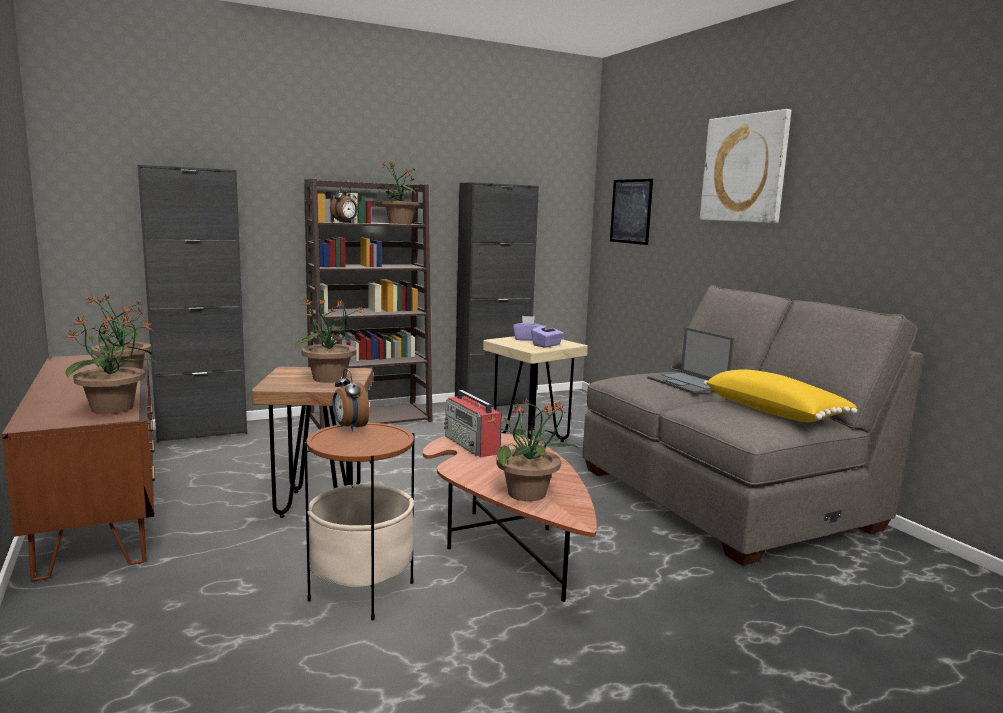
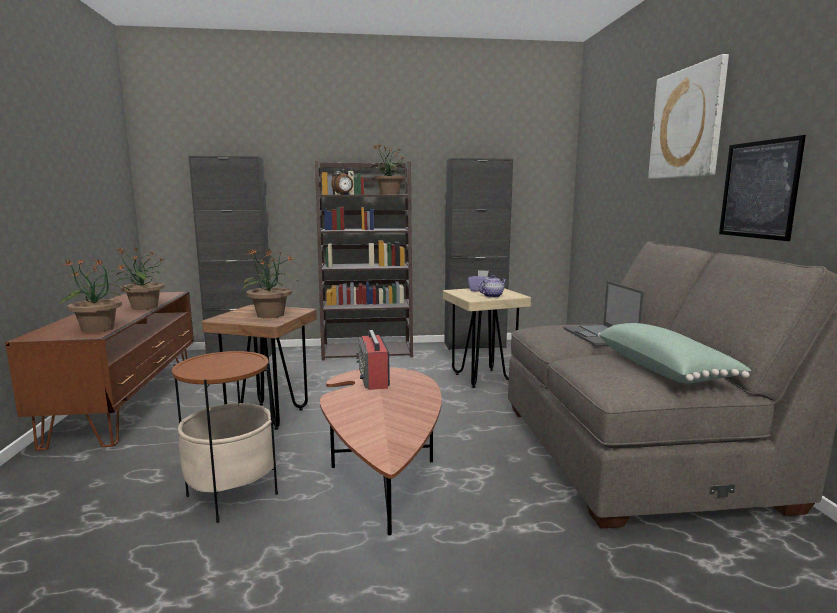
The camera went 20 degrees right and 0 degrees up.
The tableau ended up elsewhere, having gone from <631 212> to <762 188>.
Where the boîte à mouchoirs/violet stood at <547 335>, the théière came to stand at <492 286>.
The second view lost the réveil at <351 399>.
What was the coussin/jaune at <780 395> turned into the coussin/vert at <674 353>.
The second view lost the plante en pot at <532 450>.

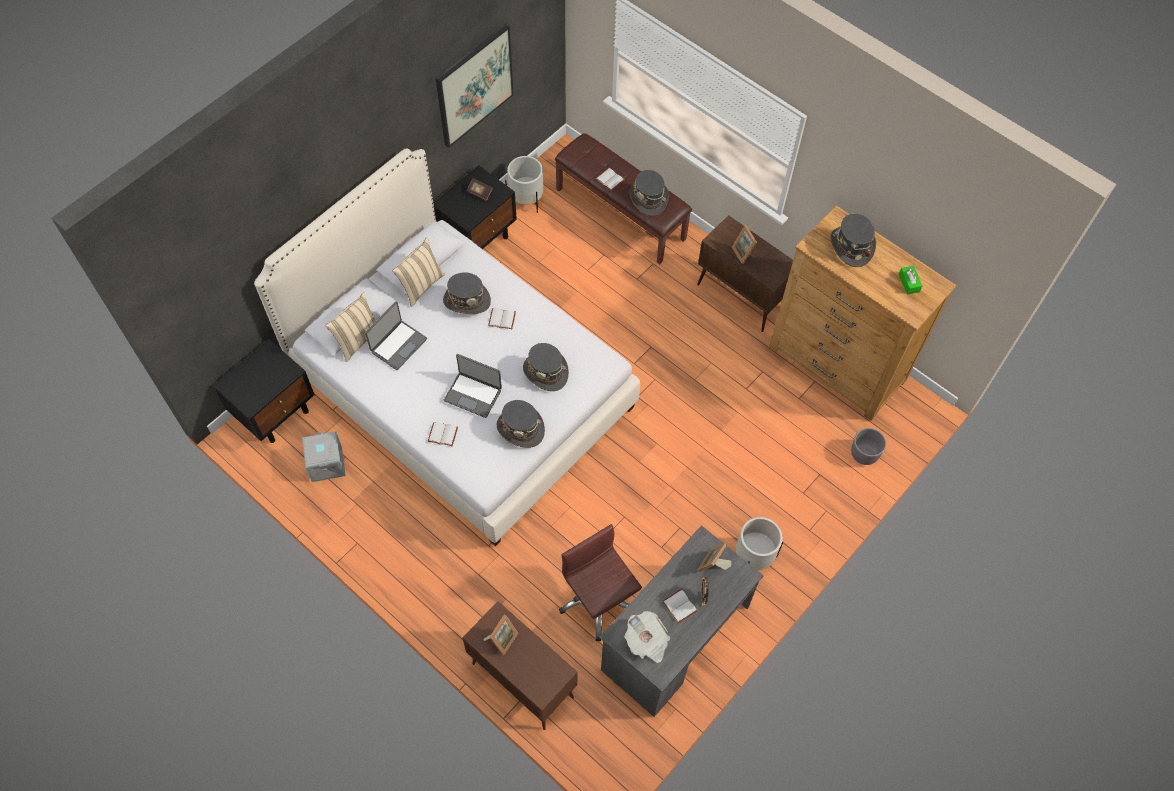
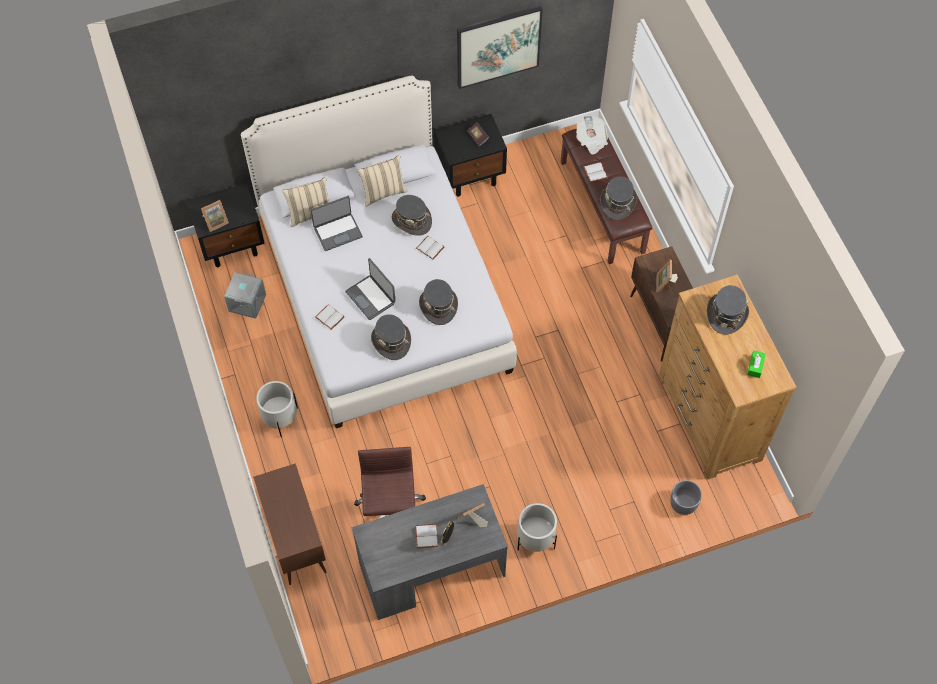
The camera went 30 degrees right and 0 degrees up.
The cache-pot/blanc ended up elsewhere, having gone from <524 184> to <277 409>.
The journal ended up elsewhere, having gone from <648 637> to <592 134>.
The cadre photo ended up elsewhere, having gone from <500 635> to <215 216>.

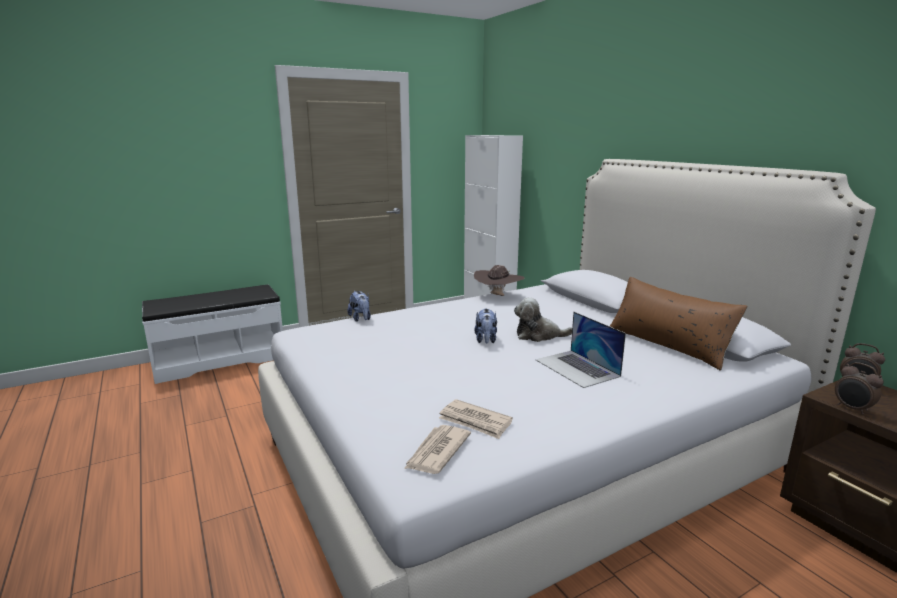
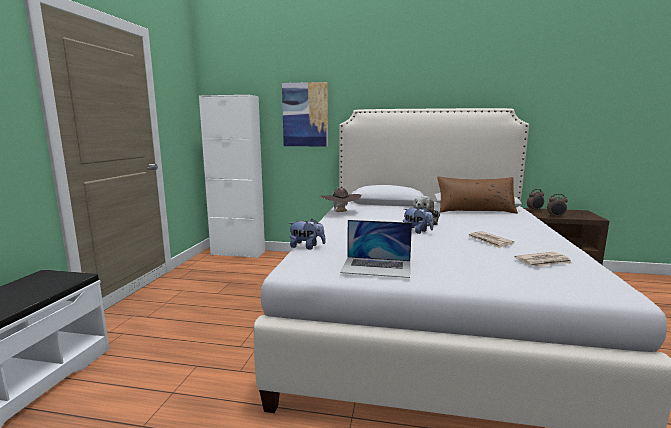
The camera went 50 degrees left and 5 degrees down.
The ordinateur portable ended up elsewhere, having gone from <581 350> to <376 249>.
The journal ended up elsewhere, having gone from <437 449> to <491 239>.
The second view gained the tableau at <305 114>.

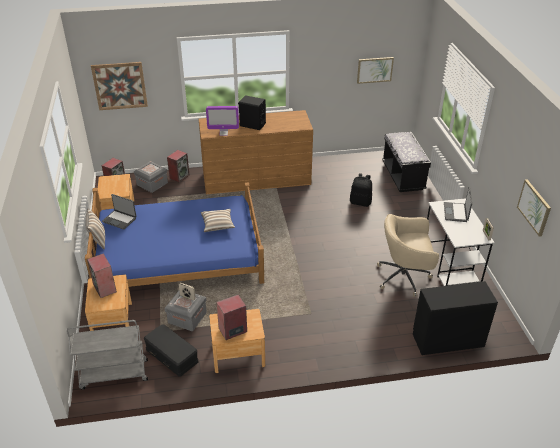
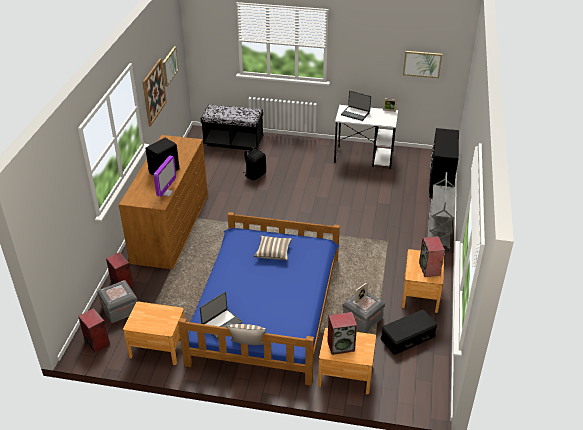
The camera went 70 degrees left and 0 degrees up.
The tableau ended up elsewhere, having gone from <119 86> to <155 93>.
The second view lost the chaise de bureau/beige at <408 255>.
The chariot/gris ended up elsewhere, having gone from <107 355> to <441 211>.

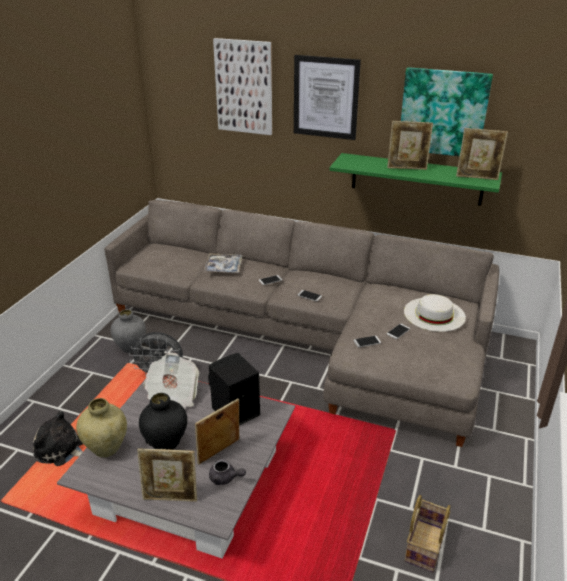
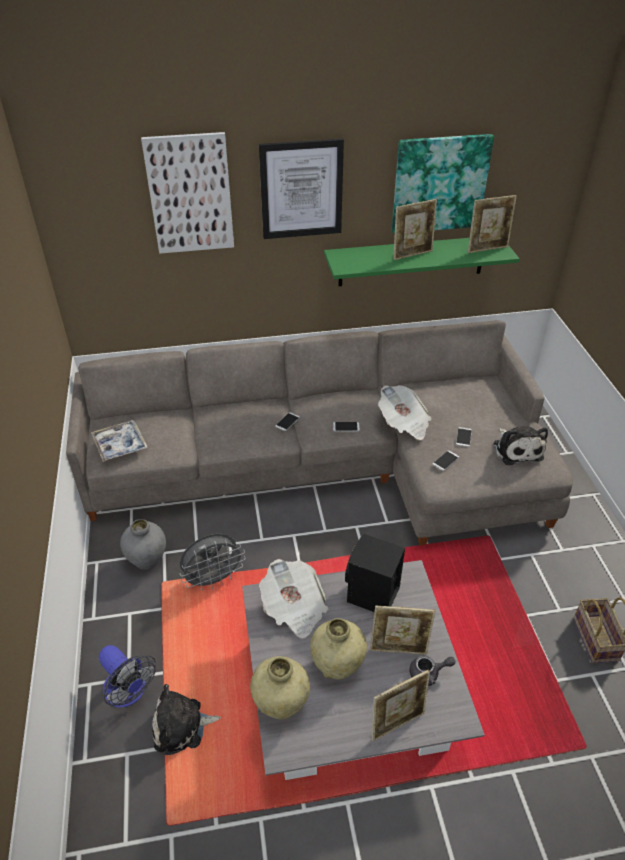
The camera went 30 degrees left and 10 degrees up.
The plateau ended up elsewhere, having gone from <222 263> to <119 441>.
The second view lost the chapeau/blanc at <435 313>.
What was the vase/noir at <163 421> turned into the vase/beige at <338 649>.
The cadre photo at <217 431> ended up facing another way, 105 degrees counterclockwise from before.
The second view gained the journal at <404 412>.
The second view gained the peluche at <520 445>.
The second view gained the ventilateur at <127 676>.

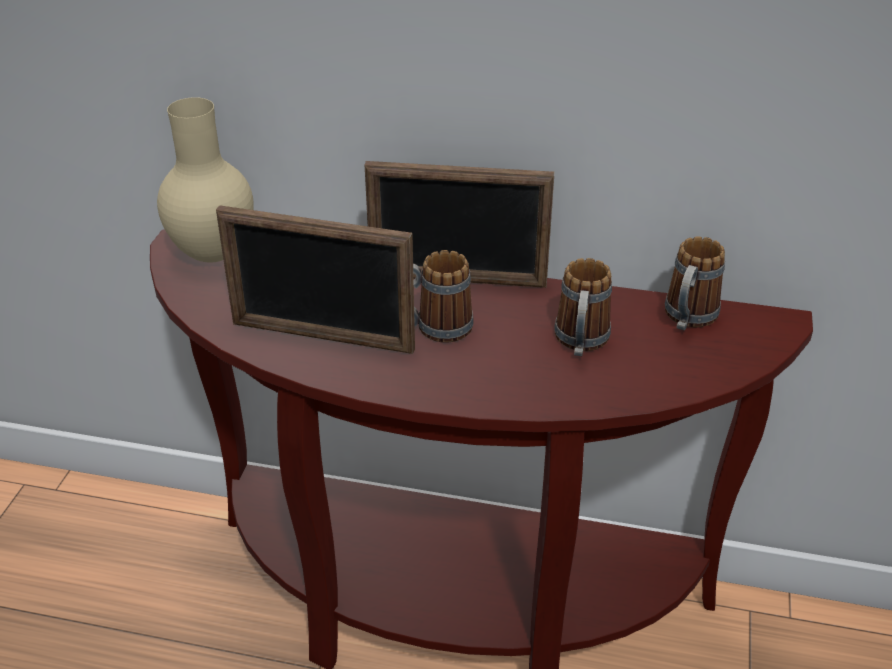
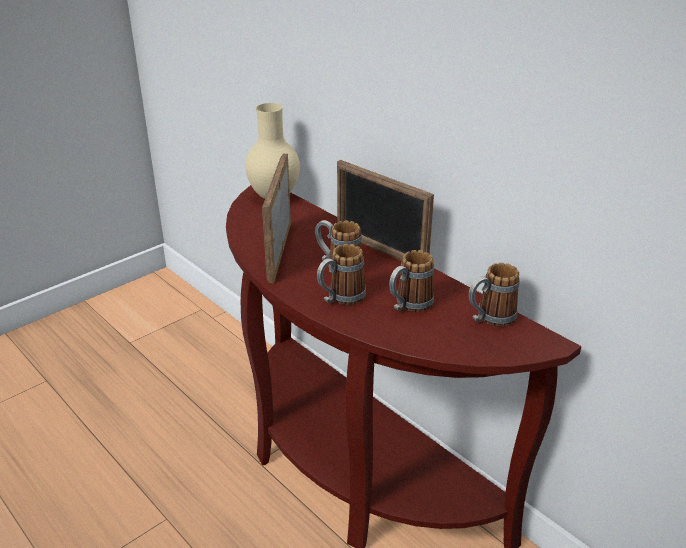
The camera went 35 degrees right and 5 degrees down.
The cadre photo at <315 279> ended up facing another way, 45 degrees clockwise from before.
The second view gained the mug at <341 274>.

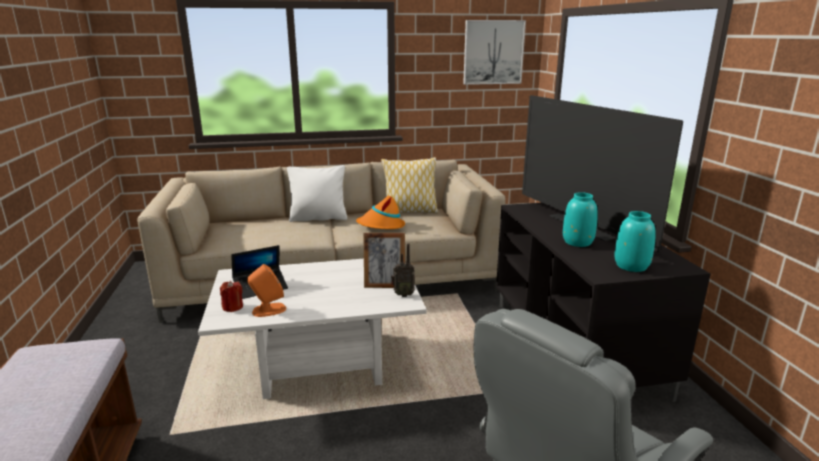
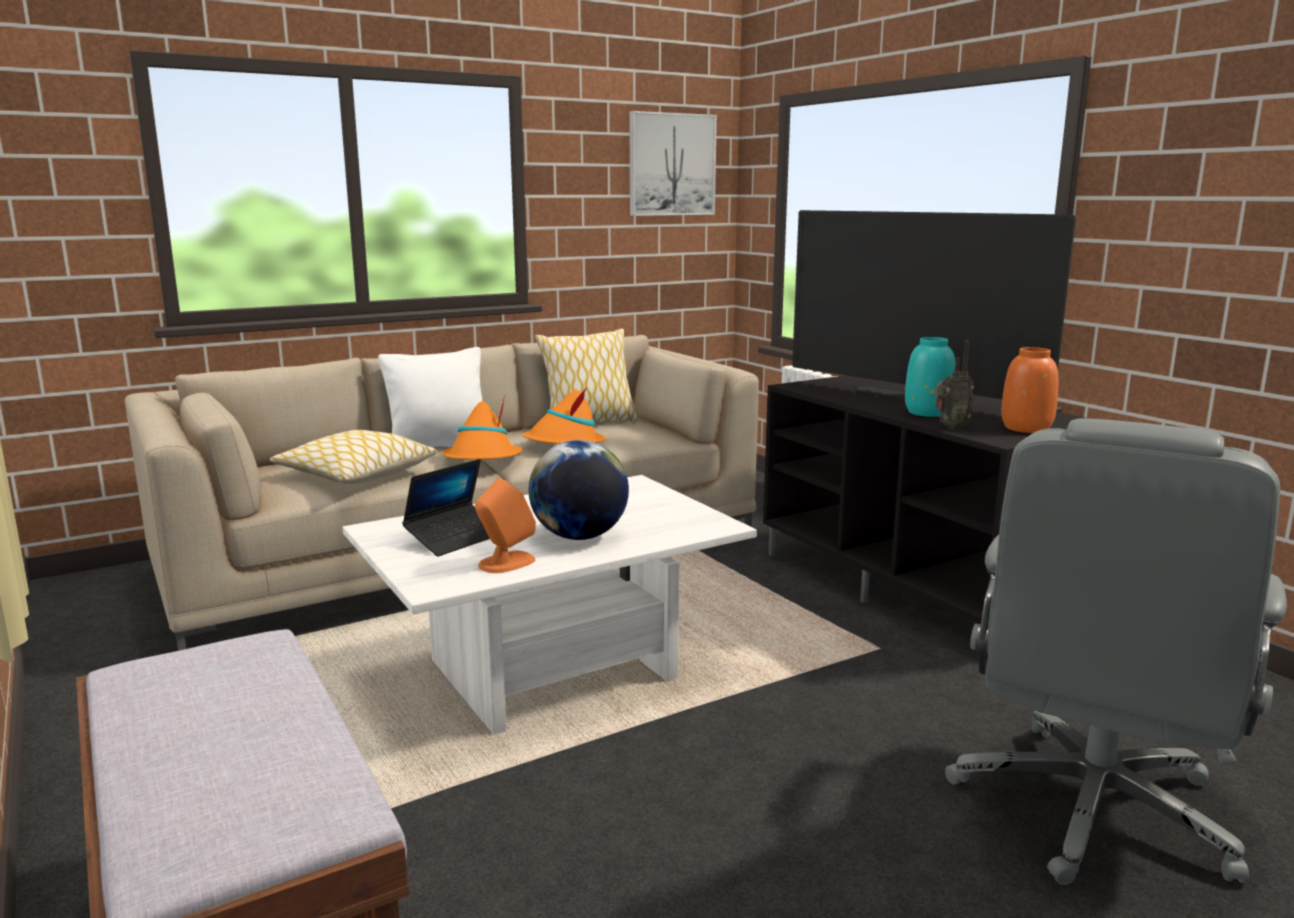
The camera went 20 degrees left and 5 degrees down.
What was the vase/turquoise at <635 241> turned into the vase/orange at <1029 390>.
The second view lost the cadre photo at <384 260>.
The radio ended up elsewhere, having gone from <403 270> to <954 385>.
The second view lost the bougie/rouge at <231 296>.
The second view gained the chapeau/orange at <483 427>.
The second view gained the coussin at <353 457>.
The second view gained the globe at <579 490>.

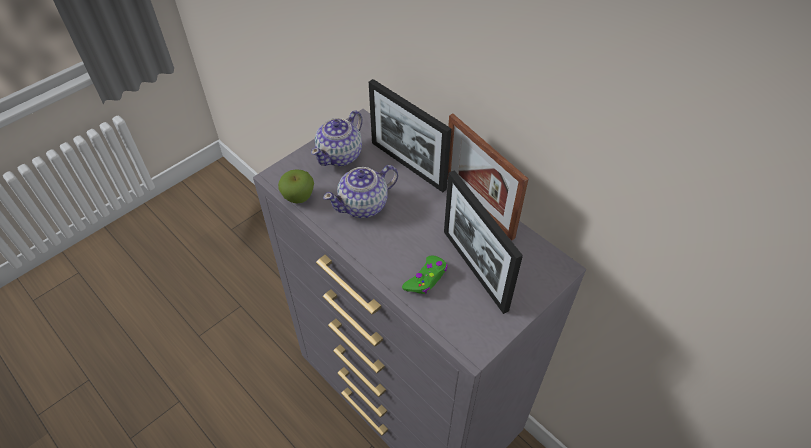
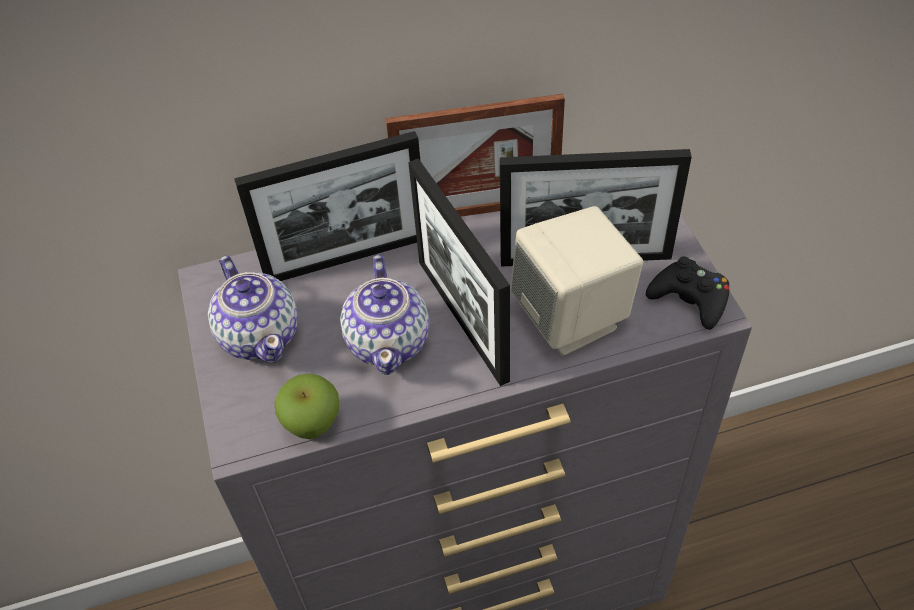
The camera went 60 degrees left and 0 degrees up.
Where the manette/vert stood at <425 275>, the enceinte/beige came to stand at <576 281>.
The second view gained the cadre photo at <459 272>.
The second view gained the manette/noir at <687 293>.

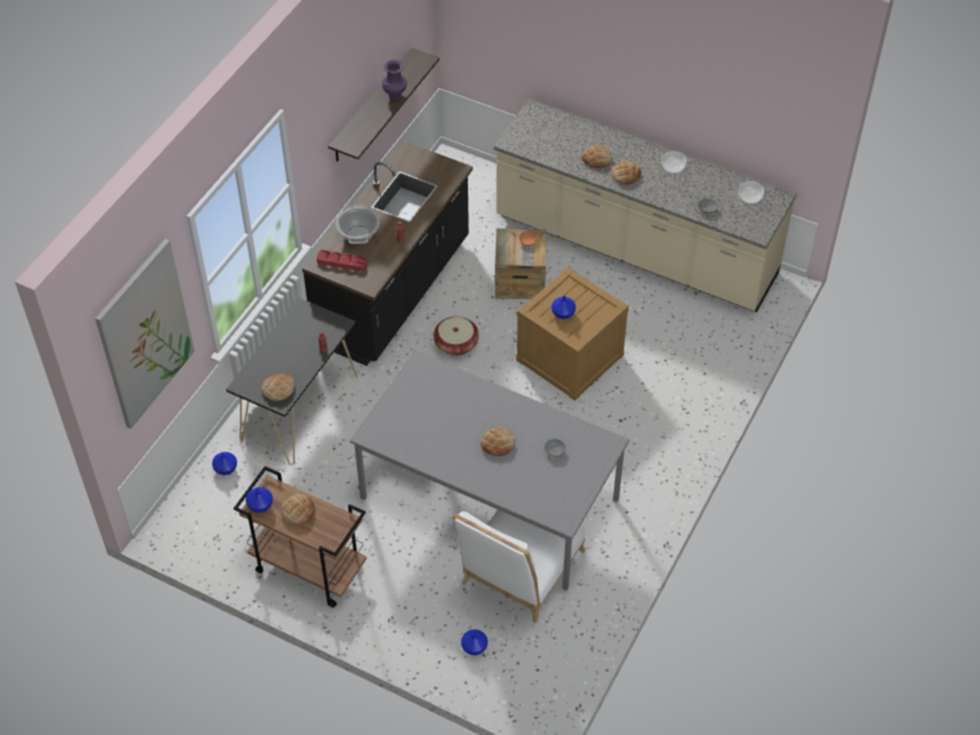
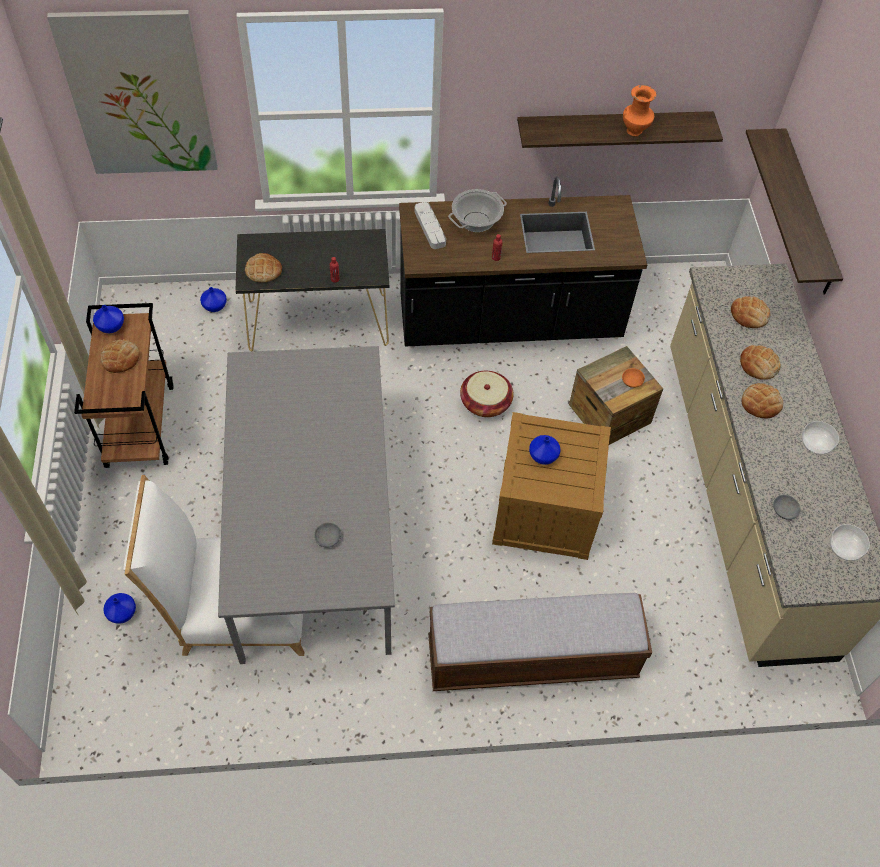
The camera went 55 degrees right and 5 degrees up.
What was the vase/violet at <394 79> turned into the vase/orange at <639 110>.
What was the plateau/rouge at <342 260> turned into the plateau/gris at <430 225>.
The pain ended up elsewhere, having gone from <498 441> to <750 312>.
The second view gained the étagère at <794 211>.
The second view gained the banc at <540 642>.

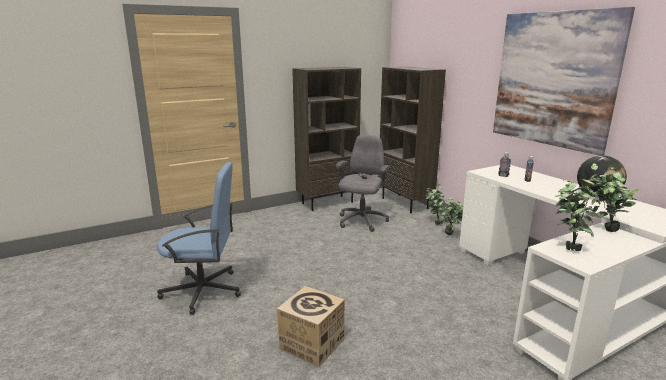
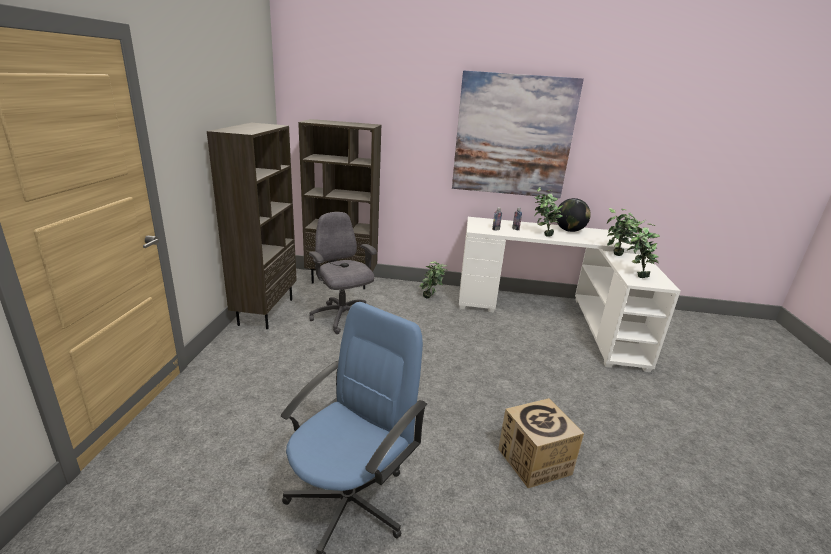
The camera went 55 degrees left and 5 degrees up.
The plante en pot ended up elsewhere, having gone from <436 204> to <548 212>.

